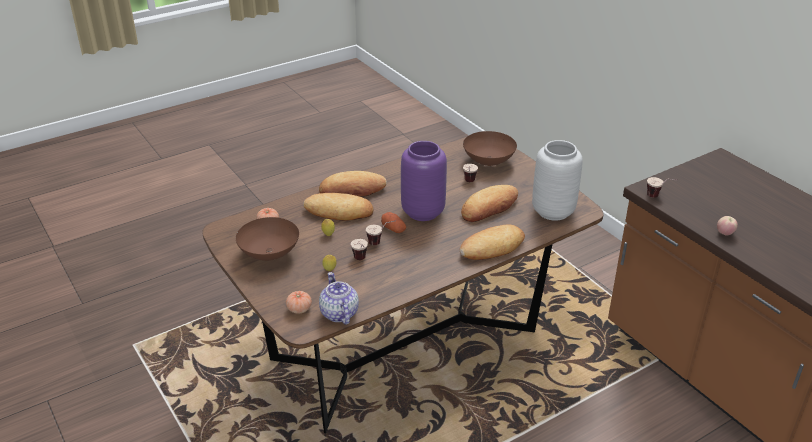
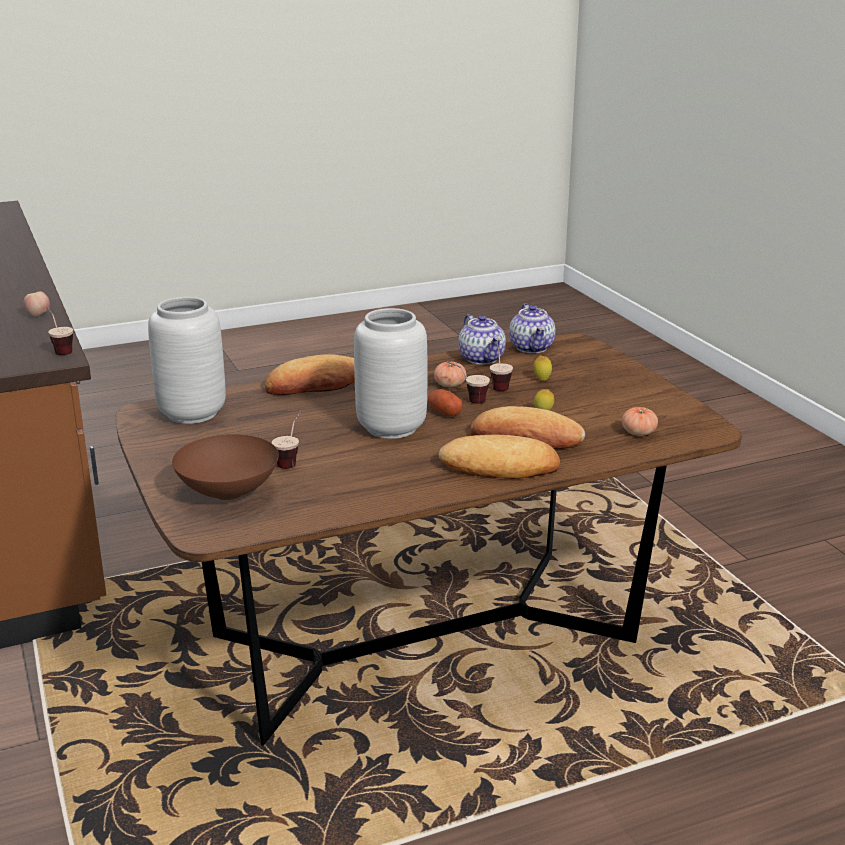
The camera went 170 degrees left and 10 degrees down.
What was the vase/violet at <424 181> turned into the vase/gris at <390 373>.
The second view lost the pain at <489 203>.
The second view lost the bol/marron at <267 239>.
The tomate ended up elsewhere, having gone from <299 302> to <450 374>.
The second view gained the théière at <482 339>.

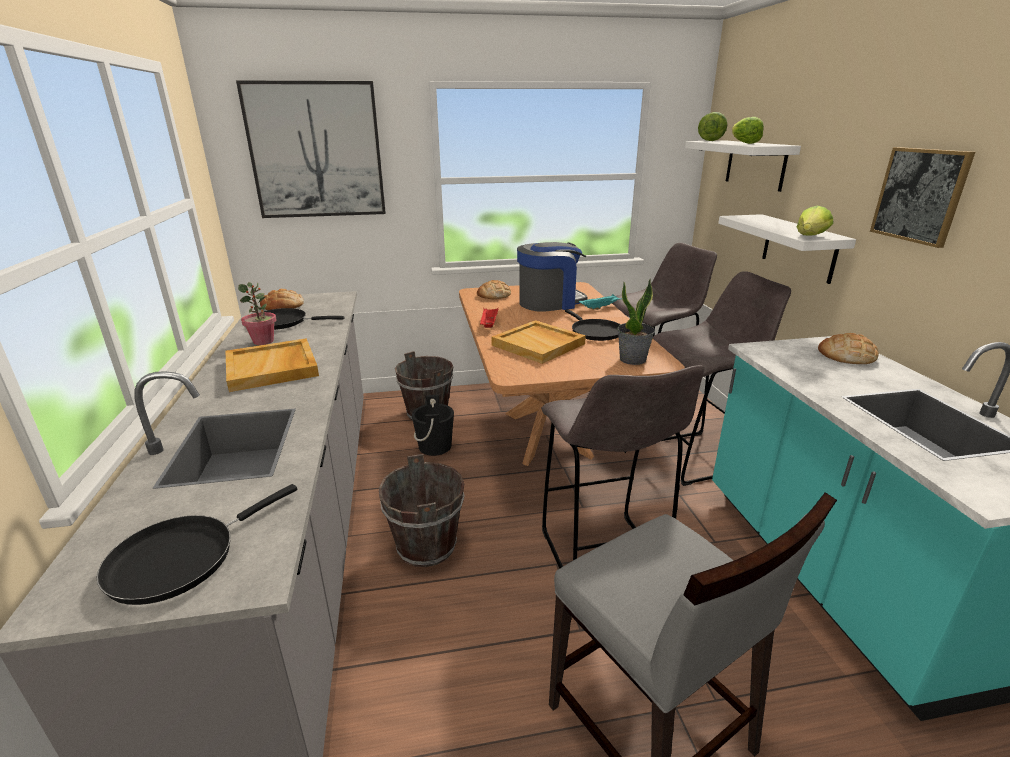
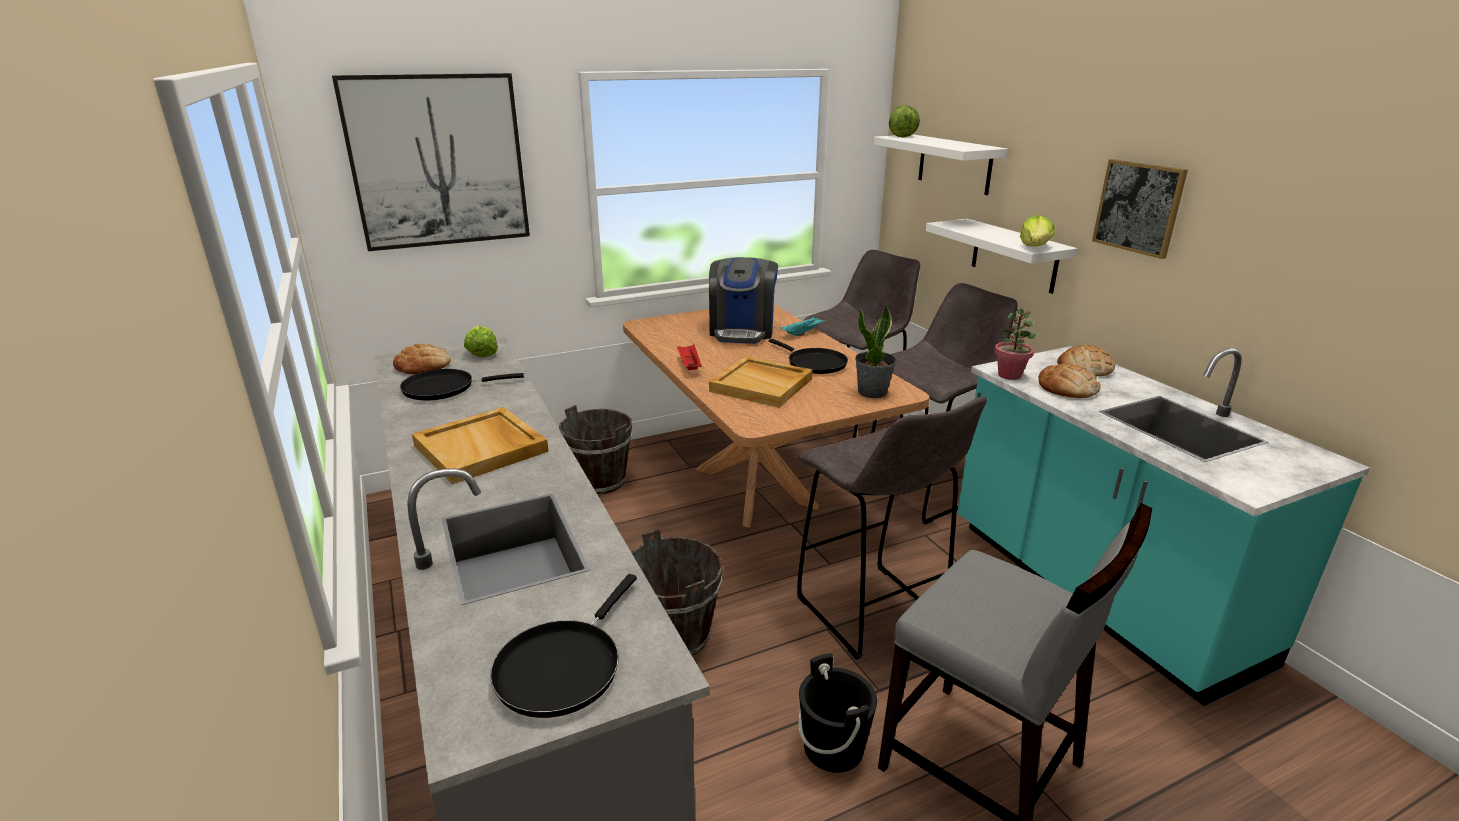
The camera went 15 degrees left and 0 degrees up.
The laitue ended up elsewhere, having gone from <748 130> to <481 341>.
The machine à café at <552 277> ended up facing another way, 135 degrees clockwise from before.
The pain ended up elsewhere, having gone from <494 289> to <1069 380>.
The plante en pot ended up elsewhere, having gone from <257 313> to <1015 344>.
The seau/noir ended up elsewhere, having gone from <433 425> to <837 713>.

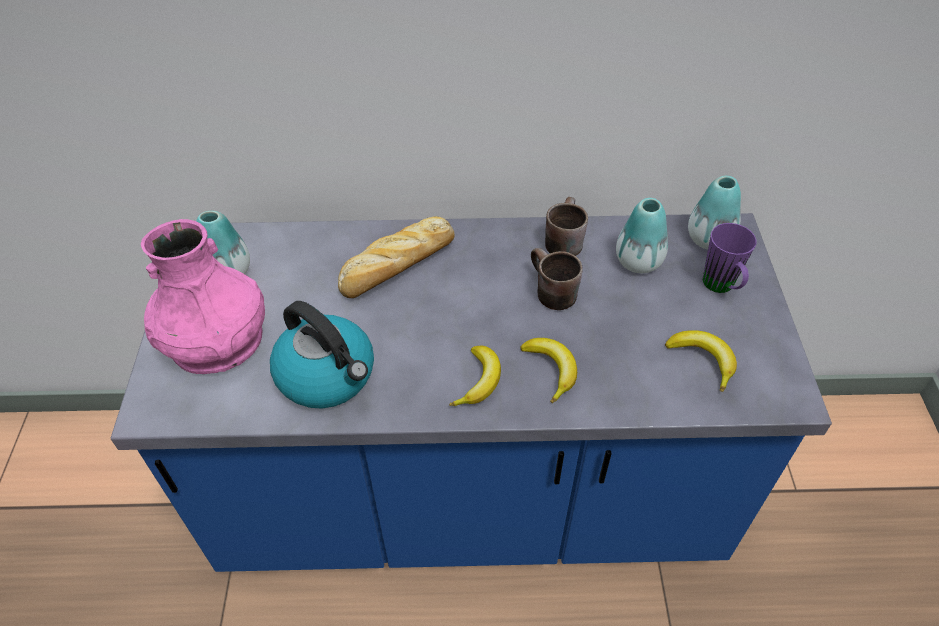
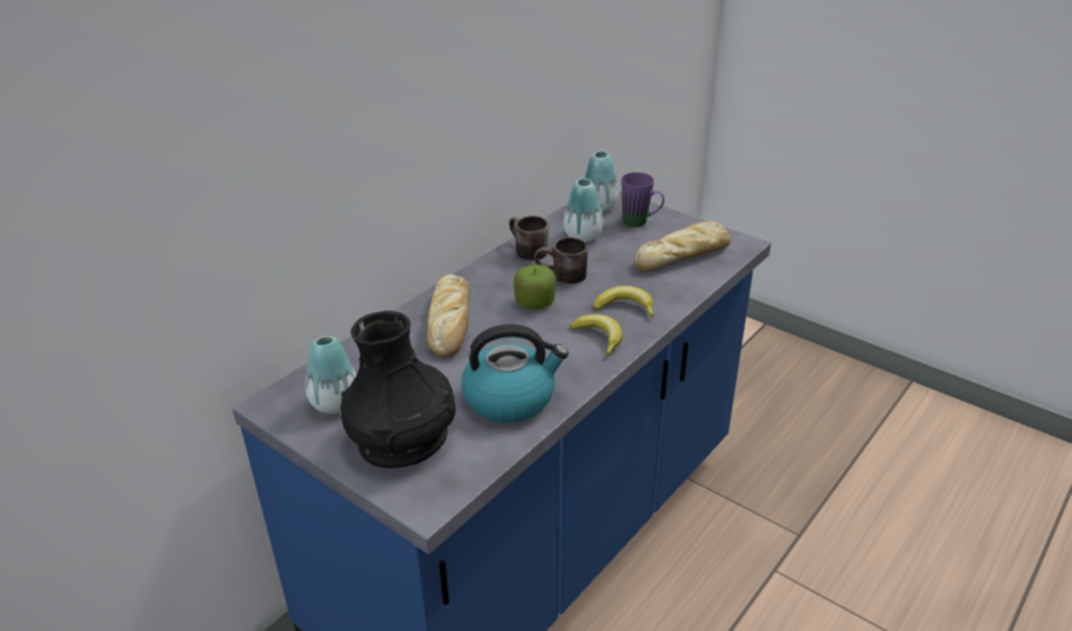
The camera went 50 degrees left and 15 degrees down.
What was the vase/rose at <203 296> turned into the vase/noir at <398 389>.
Where the banane stood at <701 361>, the pain came to stand at <682 246>.
The second view gained the pomme at <535 287>.

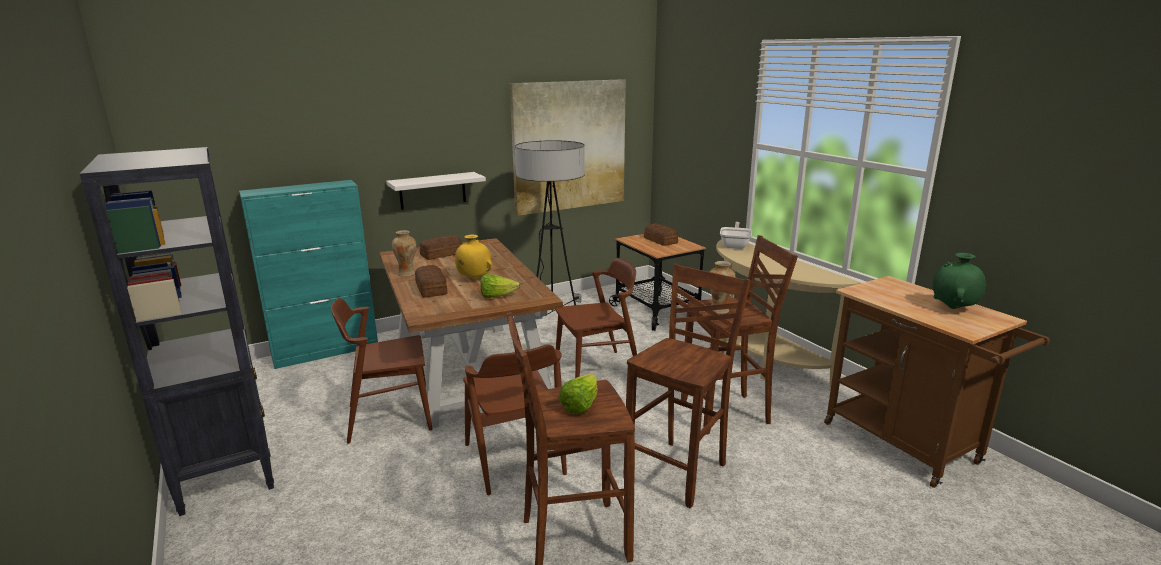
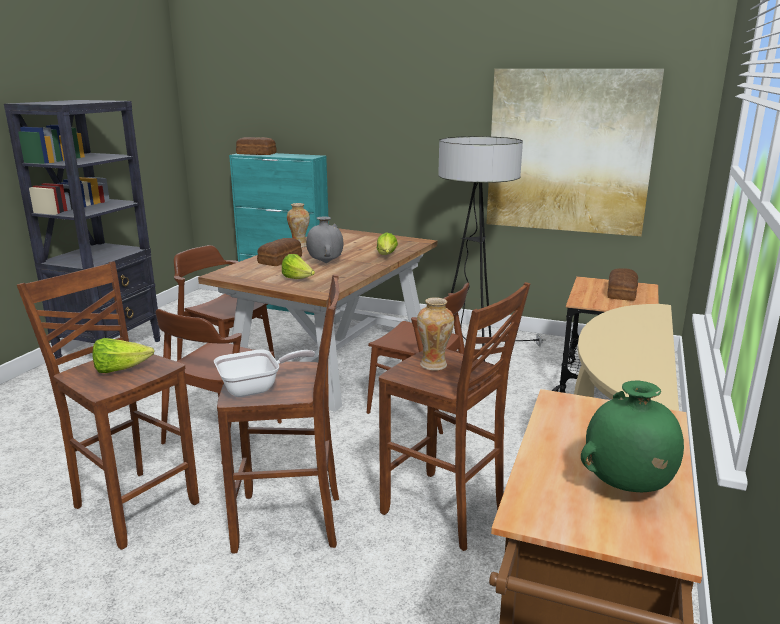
The camera went 50 degrees right and 0 degrees up.
The second view lost the étagère/blanc at <436 191>.
The poêle ended up elsewhere, having gone from <736 235> to <264 373>.
The pain ended up elsewhere, having gone from <441 247> to <256 146>.
What was the vase/jaune at <473 257> turned into the vase/gris at <324 239>.
The second view gained the laitue at <387 243>.

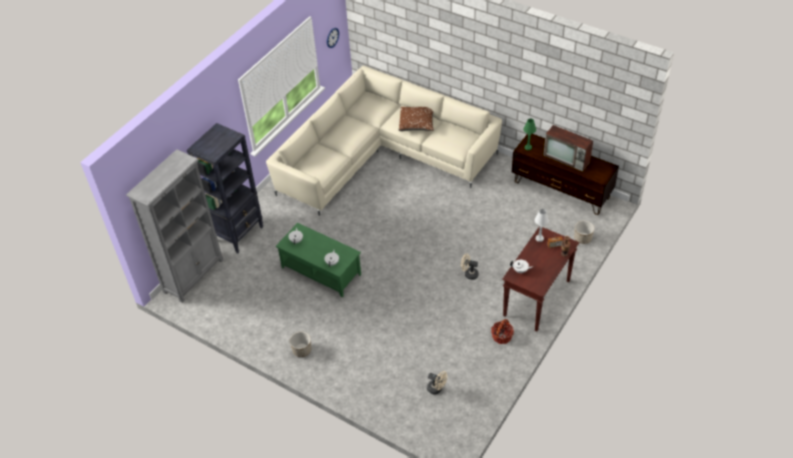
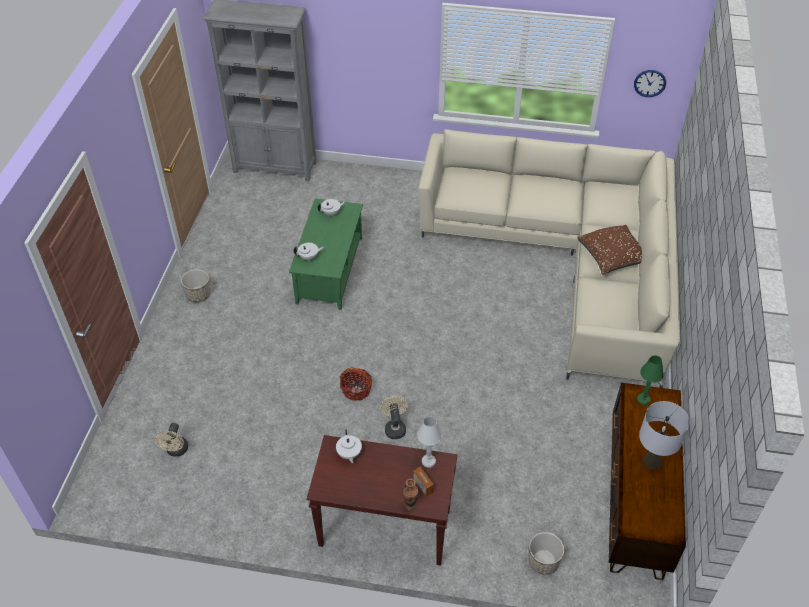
The camera went 65 degrees right and 0 degrees up.
The second view lost the bibliothèque/noir at <225 188>.
Where the téléviseur stood at <568 148>, the lampe de table/gris came to stand at <664 435>.
The panier ended up elsewhere, having gone from <502 331> to <355 384>.

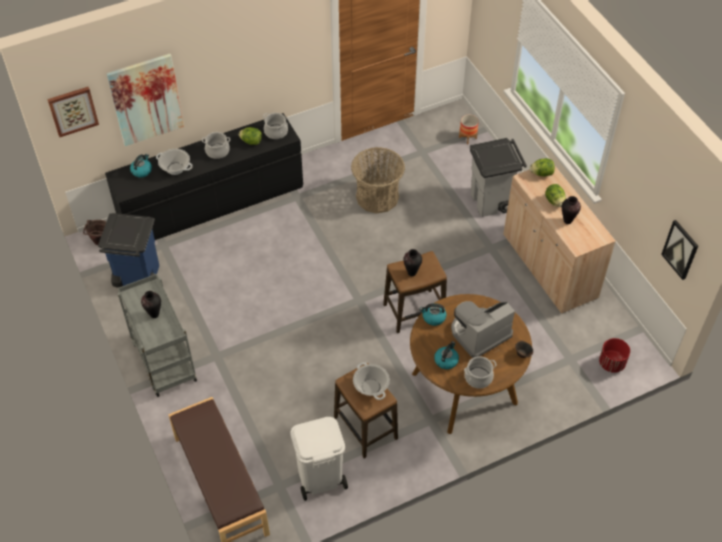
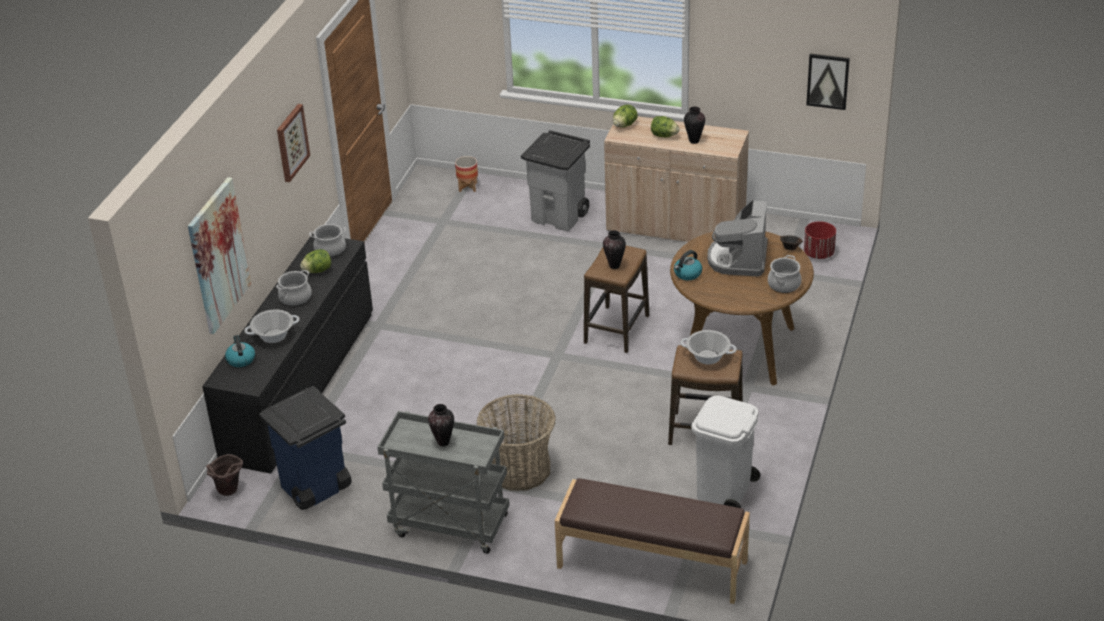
The camera went 45 degrees left and 15 degrees down.
The tableau ended up elsewhere, having gone from <73 112> to <293 143>.
The panier ended up elsewhere, having gone from <378 180> to <516 442>.
The second view lost the bouilloire at <446 355>.

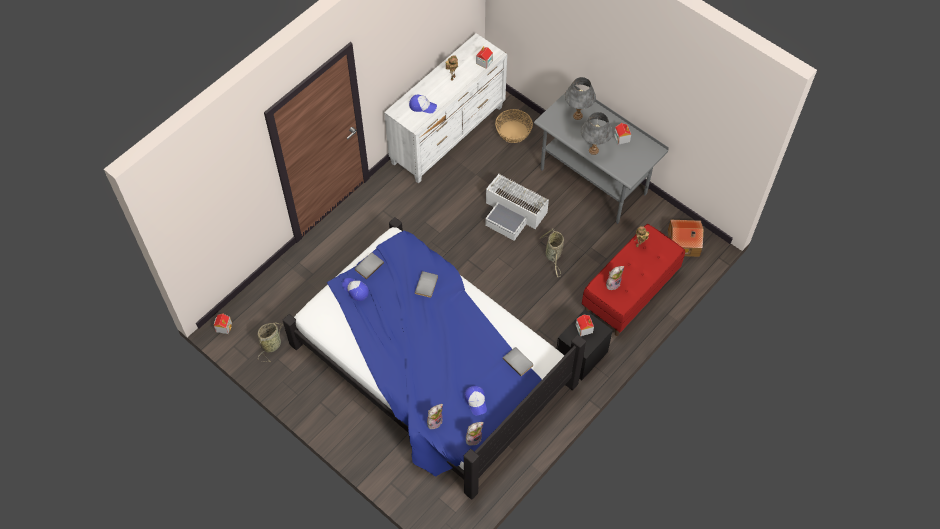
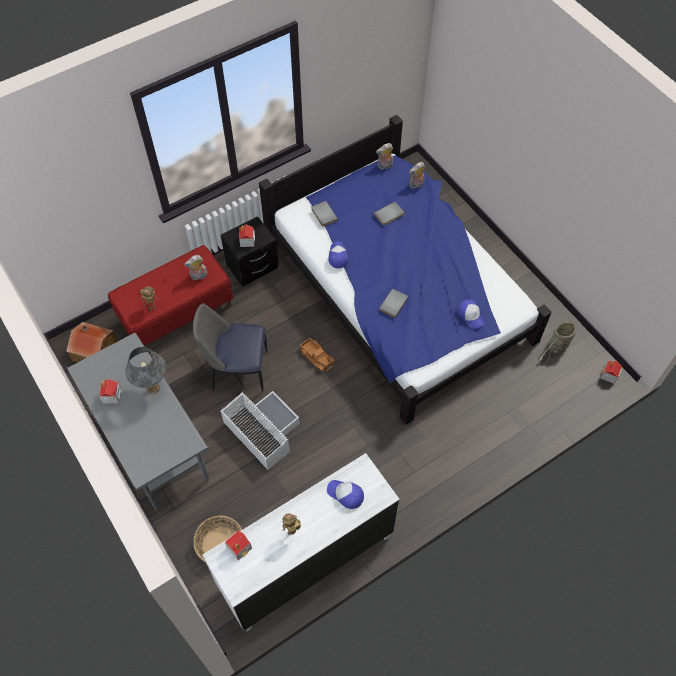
The camera went 165 degrees left and 0 degrees up.
The second view lost the lampe de table/gris at <580 98>.
Where the panier stood at <551 252>, the chaise came to stand at <230 347>.
The livre/gris ended up elsewhere, having gone from <369 266> to <389 214>.
The casquette ended up elsewhere, having gone from <475 401> to <338 254>.
The second view gained the camion jouet at <317 355>.

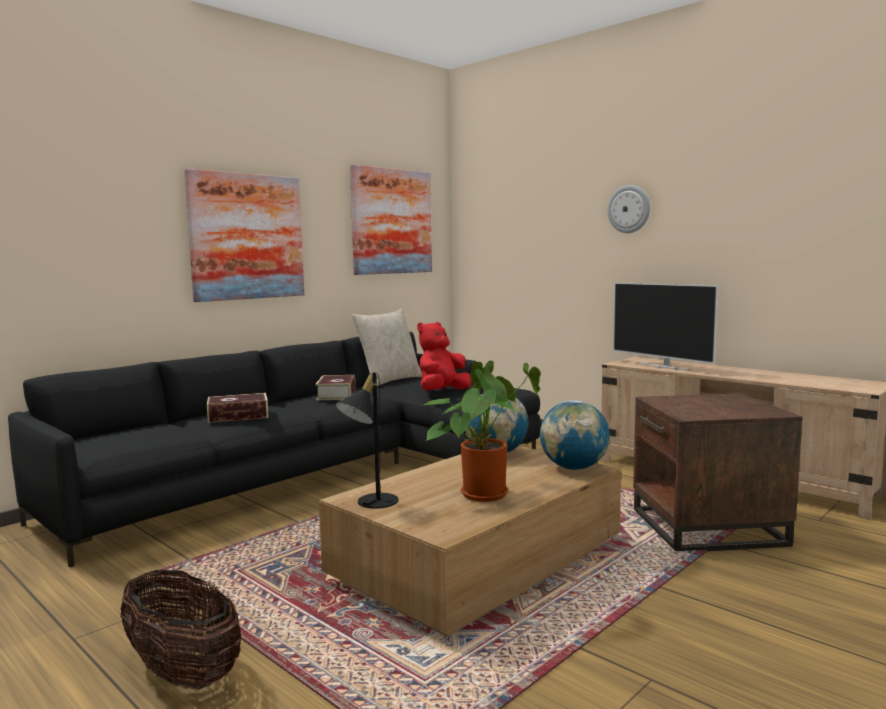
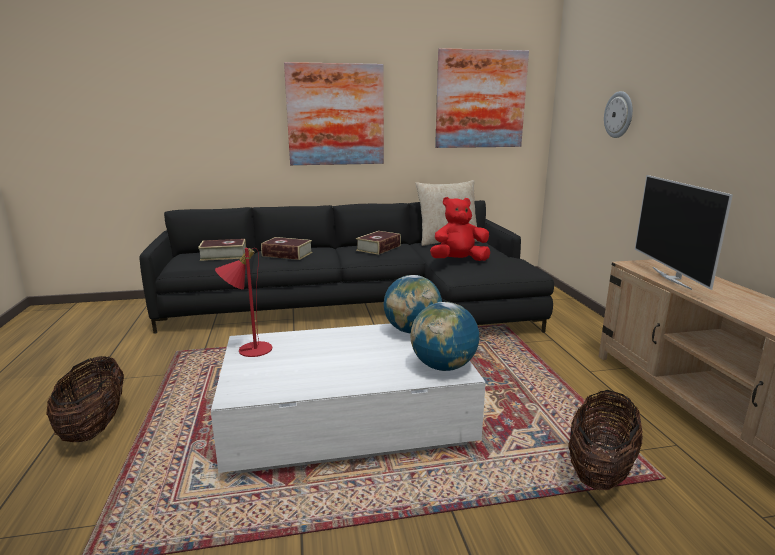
The camera went 35 degrees right and 10 degrees up.
The horloge murale ended up elsewhere, having gone from <628 209> to <618 114>.
The second view lost the plante en pot at <482 431>.
What was the lampe de table/noir at <367 440> turned into the lampe de table/rouge at <243 302>.
Where the table d'appoint/marron stood at <717 472>, the panier came to stand at <605 440>.
What was the table basse/marron at <470 541> turned into the table basse/blanc at <348 398>.
The second view gained the livre at <222 250>.

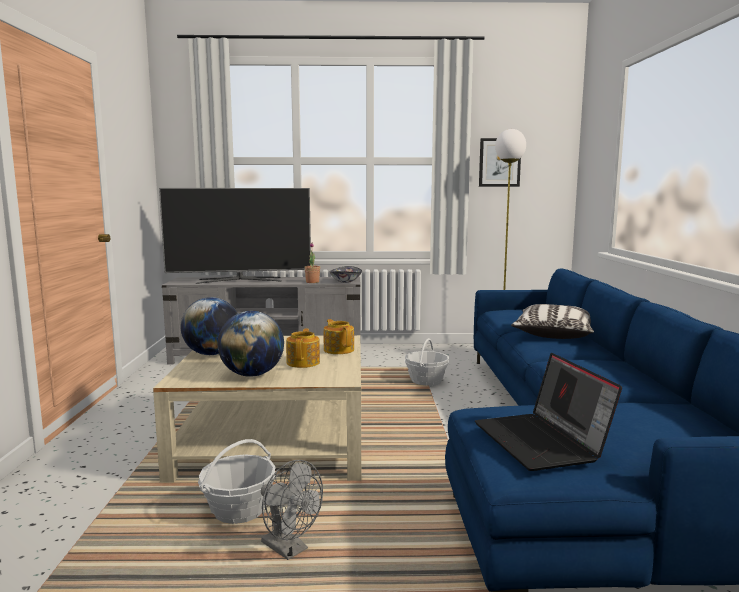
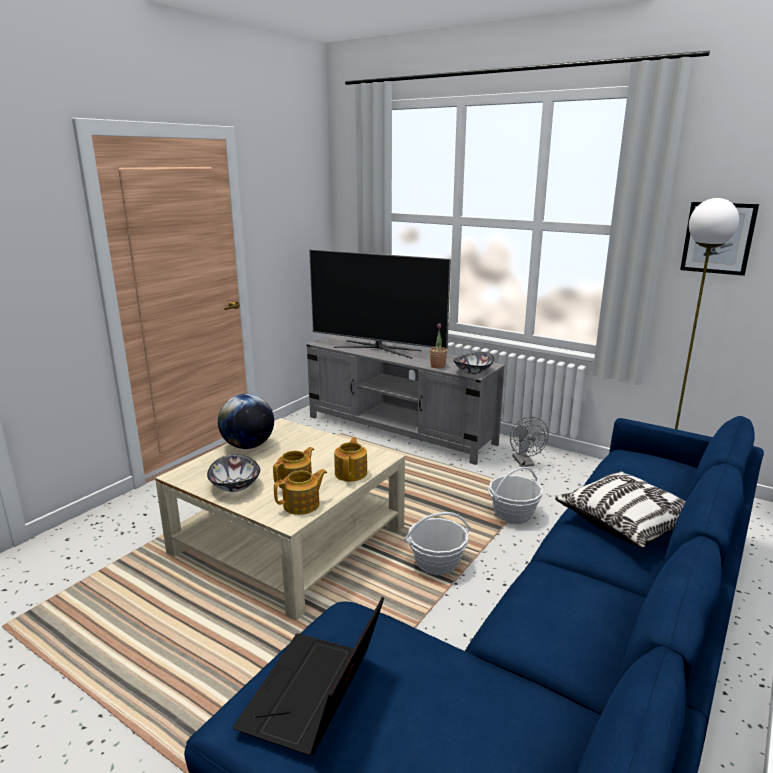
The camera went 35 degrees right and 10 degrees up.
Where the globe stood at <251 344>, the bol came to stand at <233 473>.
The panier ended up elsewhere, having gone from <237 481> to <437 543>.
The ventilateur/gris ended up elsewhere, having gone from <292 510> to <529 442>.
The second view gained the théière at <300 492>.

